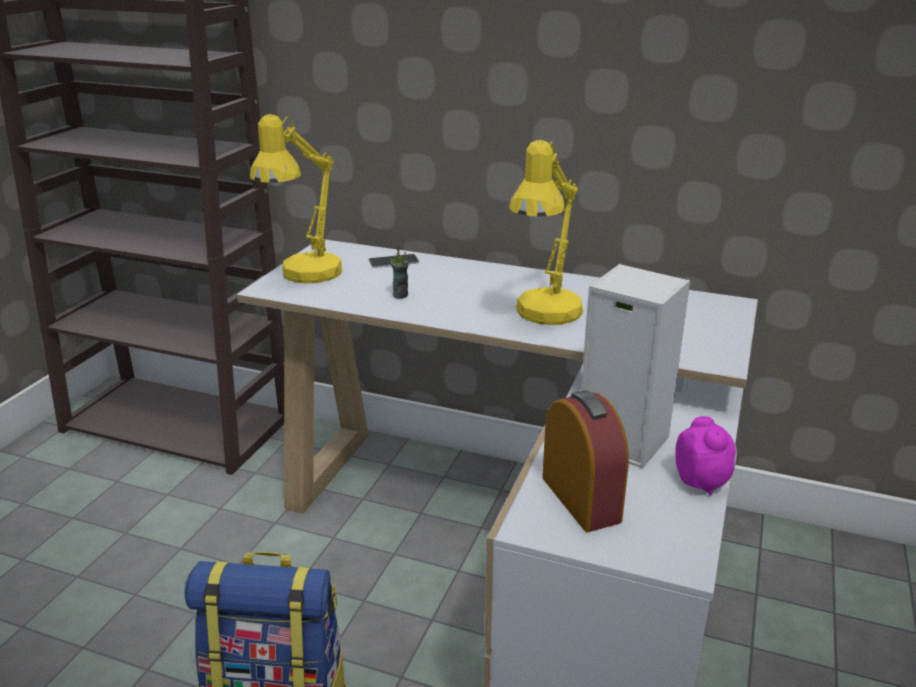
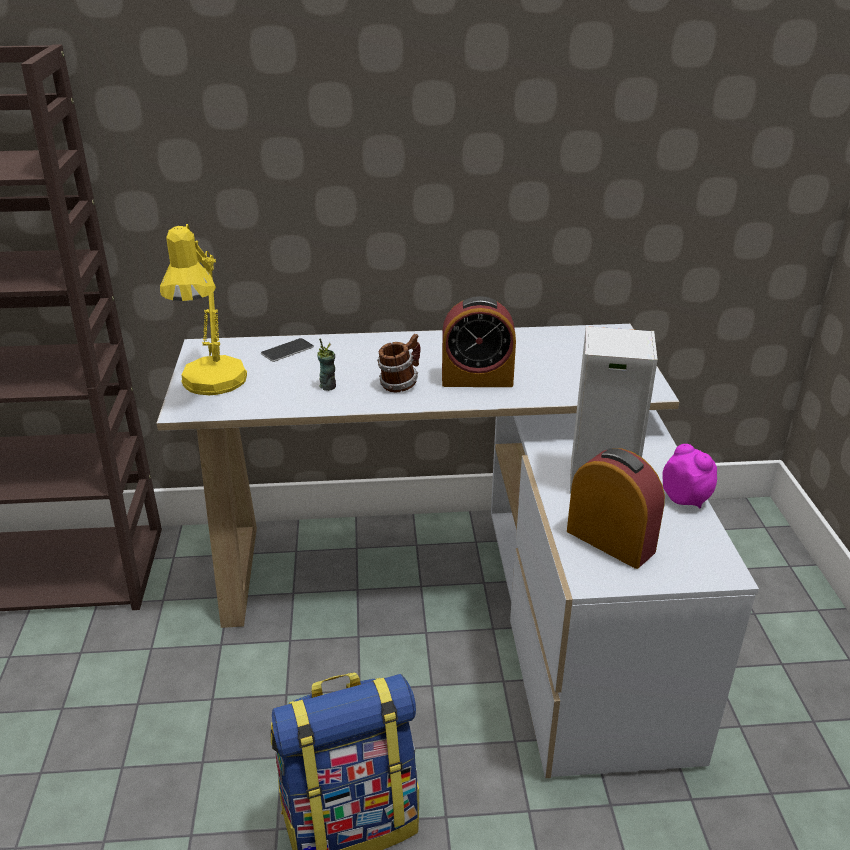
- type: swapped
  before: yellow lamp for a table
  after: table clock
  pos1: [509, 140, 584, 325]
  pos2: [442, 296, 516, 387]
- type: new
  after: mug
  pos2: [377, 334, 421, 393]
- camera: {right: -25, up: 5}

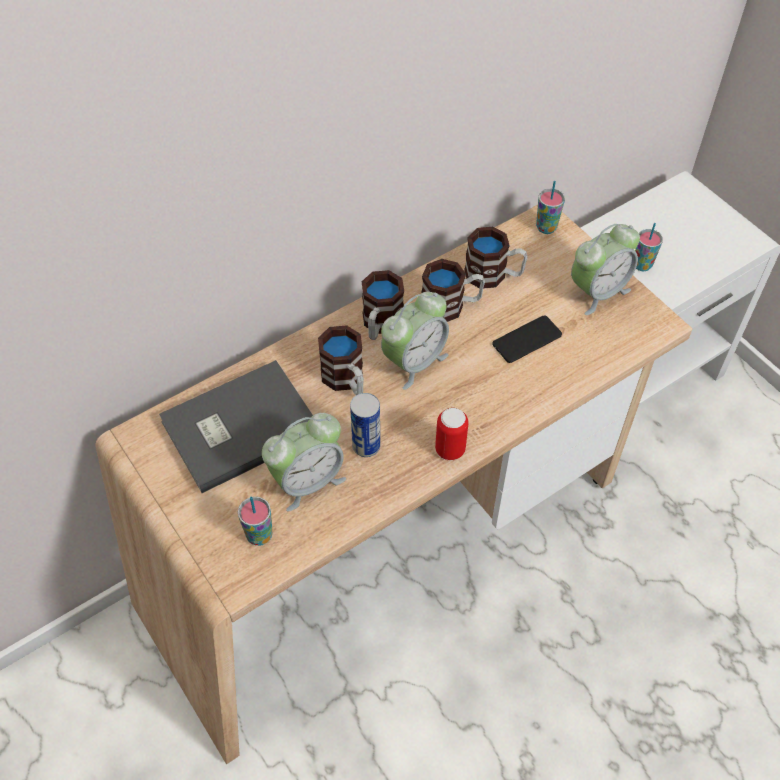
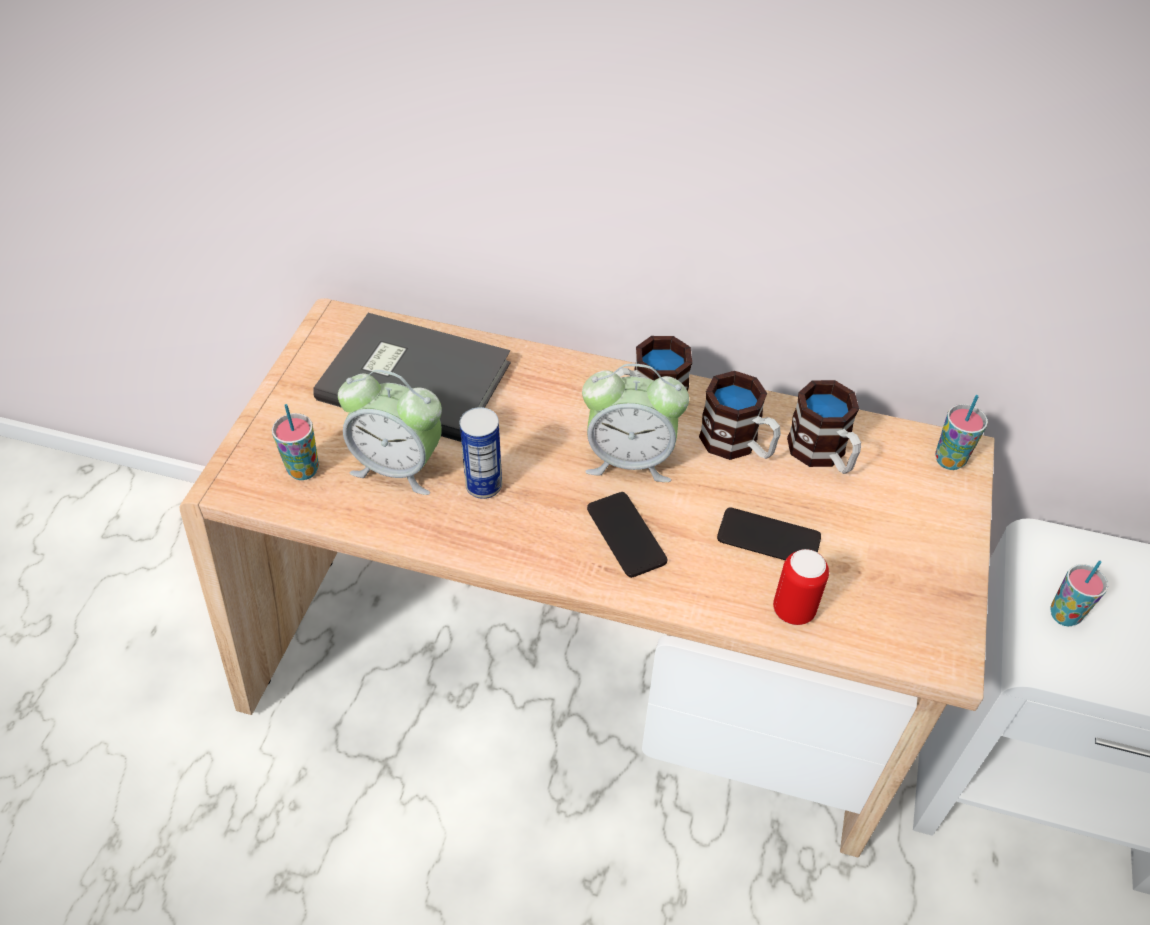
- type: gone
  before: mug
  pos1: [318, 325, 364, 395]
- type: shifted
  before: sealed can
  pos1: [435, 408, 469, 460]
  pos2: [773, 549, 829, 625]
- type: gone
  before: table clock
  pos1: [571, 224, 640, 315]
- type: new
  after: telephone
  pos2: [587, 492, 667, 578]
- camera: {right: 50, up: -5}

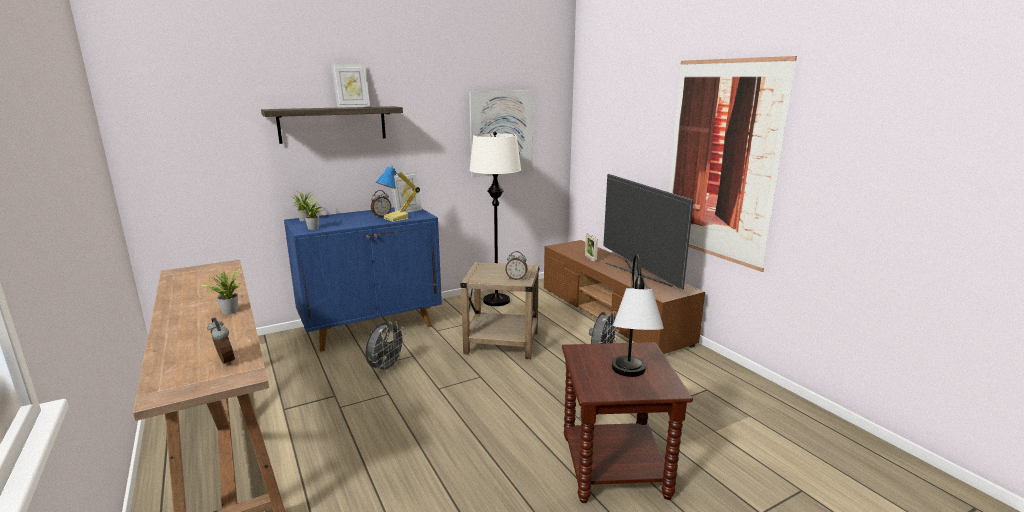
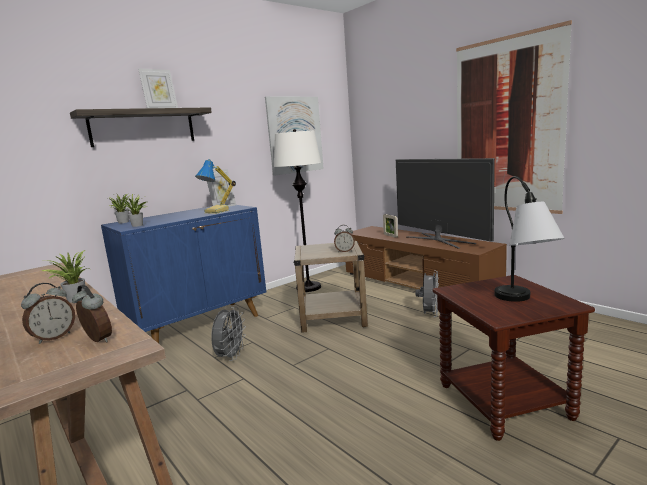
- type: shifted
  before: table clock
  pos1: [371, 190, 391, 218]
  pos2: [21, 283, 75, 344]
- camera: {right: -10, up: -5}

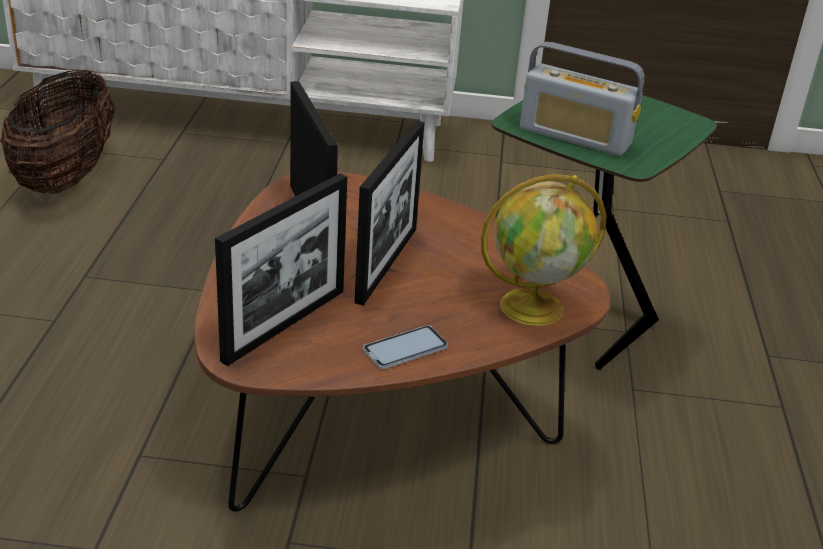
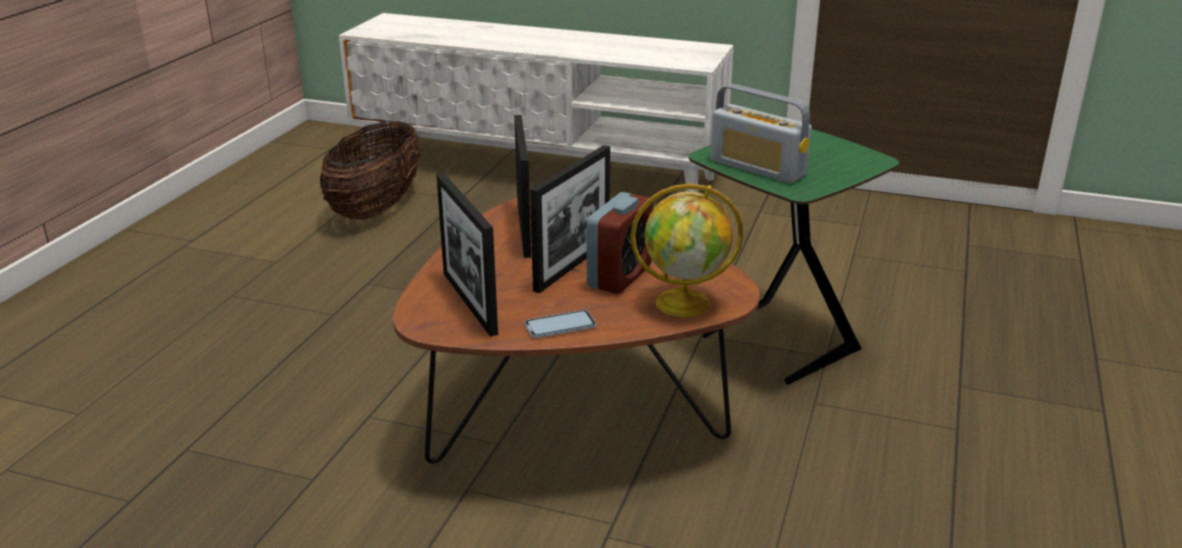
- type: rotated
  before: standing frame
  pos1: [215, 174, 347, 366]
  pos2: [436, 173, 498, 337]
  turn: 105
- type: new
  after: table clock
  pos2: [587, 192, 653, 294]
- camera: {right: 15, up: -5}

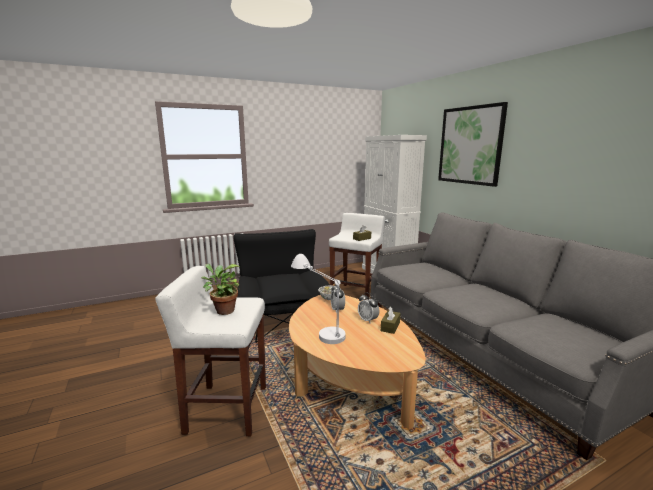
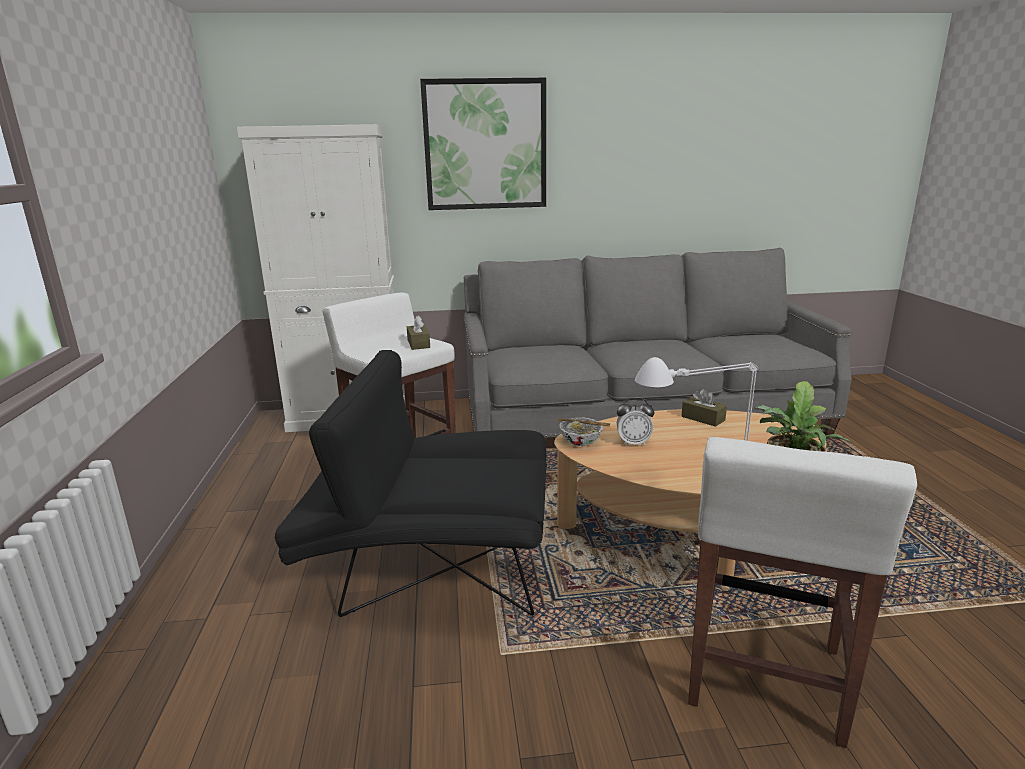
- type: gone
  before: table clock
  pos1: [358, 293, 379, 323]
- camera: {right: -70, up: 5}

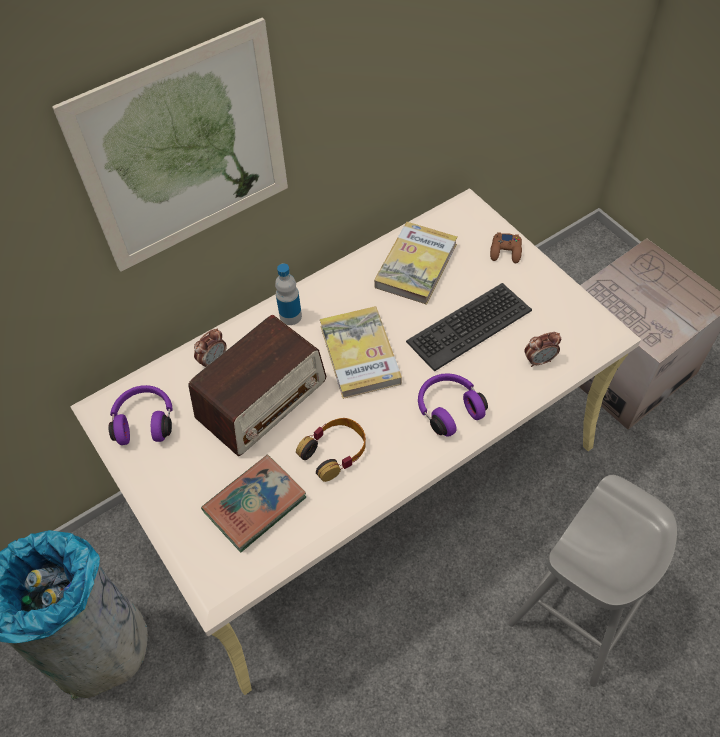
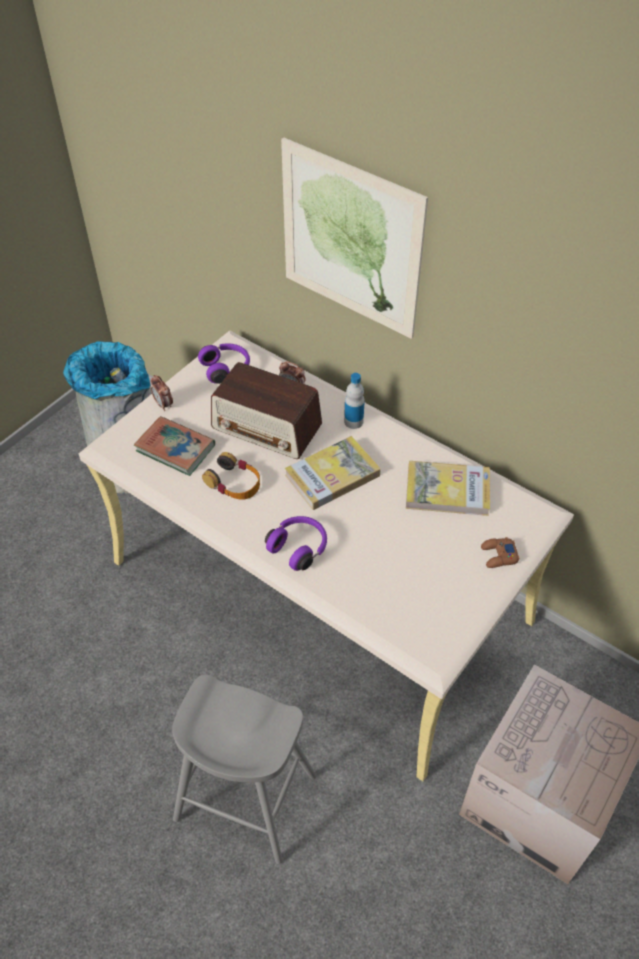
- type: gone
  before: computer keyboard
  pos1: [406, 283, 532, 372]
- type: shifted
  before: table clock
  pos1: [524, 332, 561, 367]
  pos2: [151, 375, 173, 411]
- camera: {right: 70, up: -5}

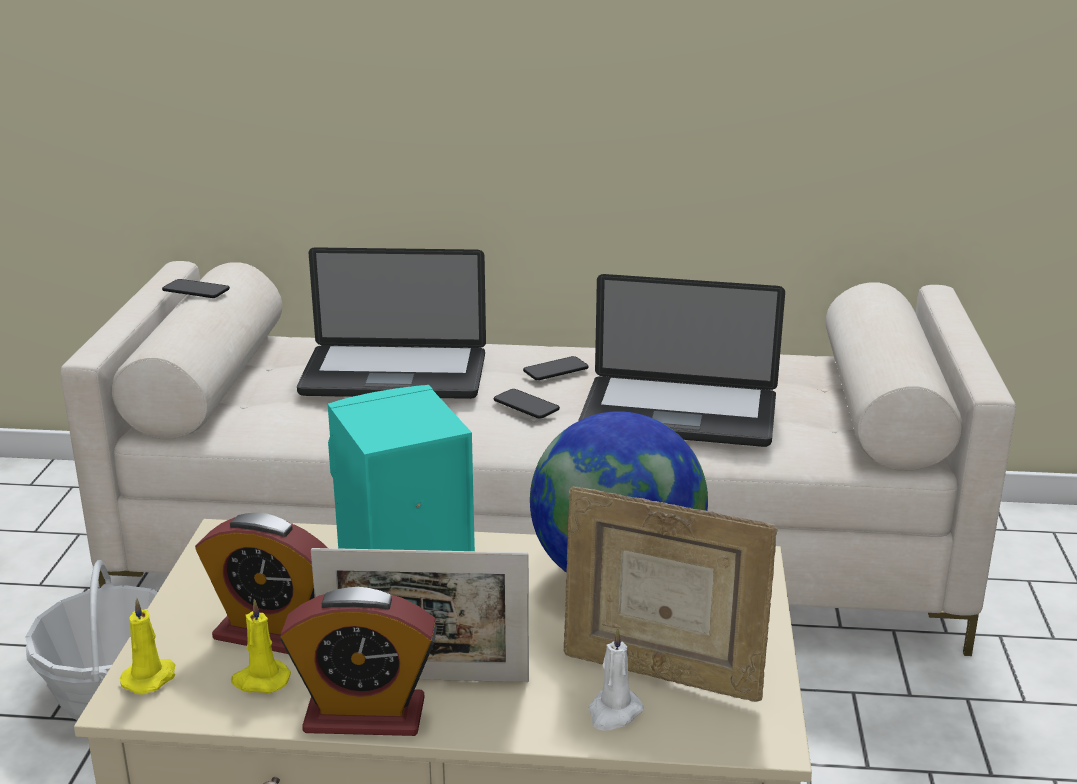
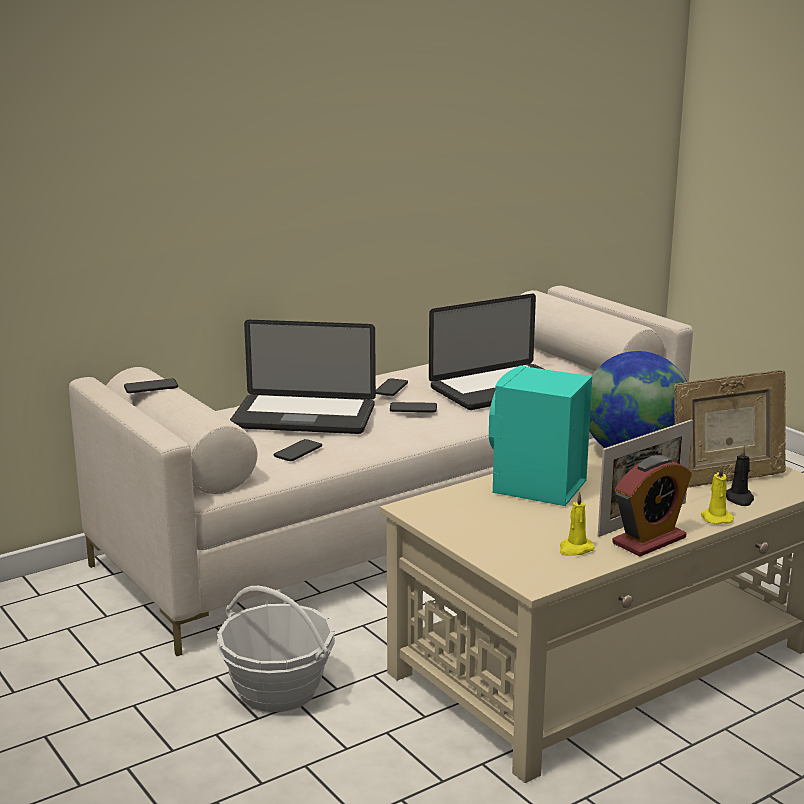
- type: shifted
  before: yellow candle
  pos1: [120, 598, 176, 694]
  pos2: [701, 464, 734, 524]
- type: gone
  before: table clock
  pos1: [195, 513, 328, 654]
- type: rotated
  before: notebook computer
  pos1: [297, 247, 486, 399]
  pos2: [230, 320, 376, 434]
  turn: 45
- type: repainted
  before: white candle
  after: black-coloured candle
  pos1: [588, 628, 644, 731]
  pos2: [726, 446, 754, 506]
- type: new
  after: telephone
  pos2: [274, 439, 322, 461]
- camera: {right: -40, up: -5}

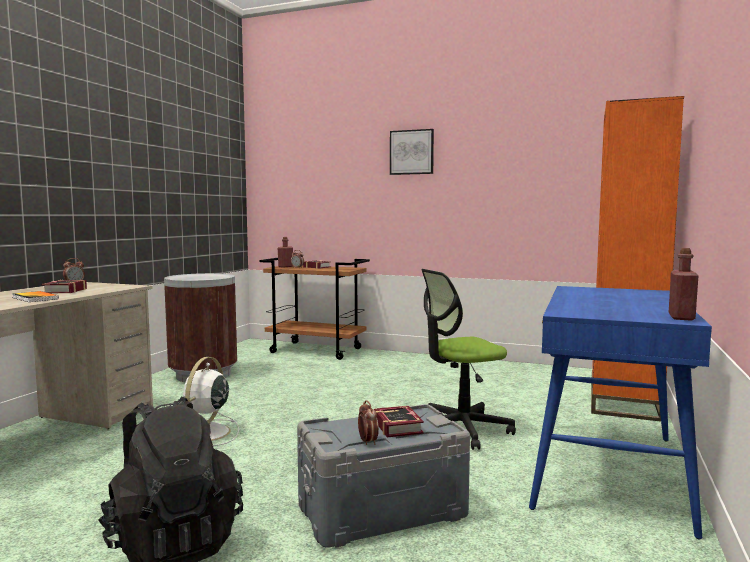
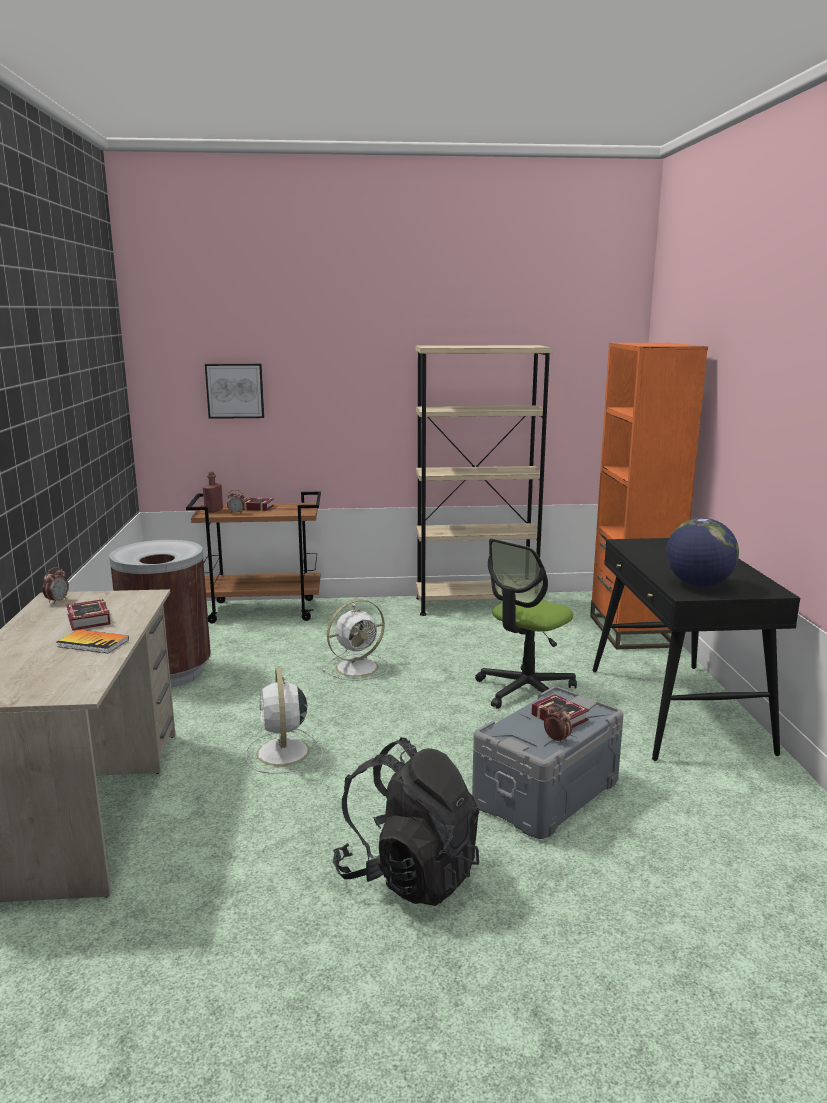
- type: shifted
  before: wall art
  pos1: [390, 129, 434, 175]
  pos2: [205, 364, 264, 419]
- type: repainted
  before: bluish desk unit
  after: black-coloured desk unit
  pos1: [529, 286, 712, 539]
  pos2: [592, 538, 800, 761]
- type: gone
  before: reddish bottle
  pos1: [669, 248, 698, 321]
- type: new
  after: white fan
  pos2: [322, 600, 389, 681]
- type: new
  after: beige bookshelf
  pos2: [416, 345, 553, 616]
- type: new
  after: world globe
  pos2: [666, 518, 739, 587]
- camera: {right: -25, up: 10}

